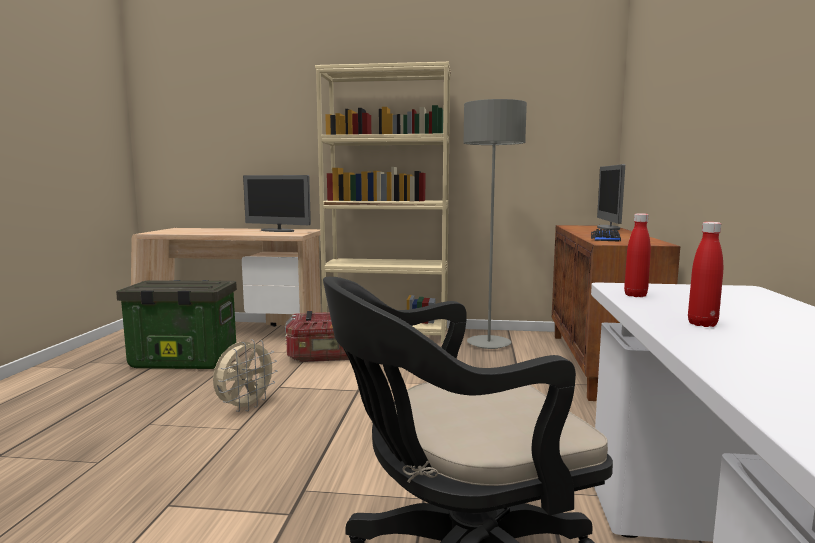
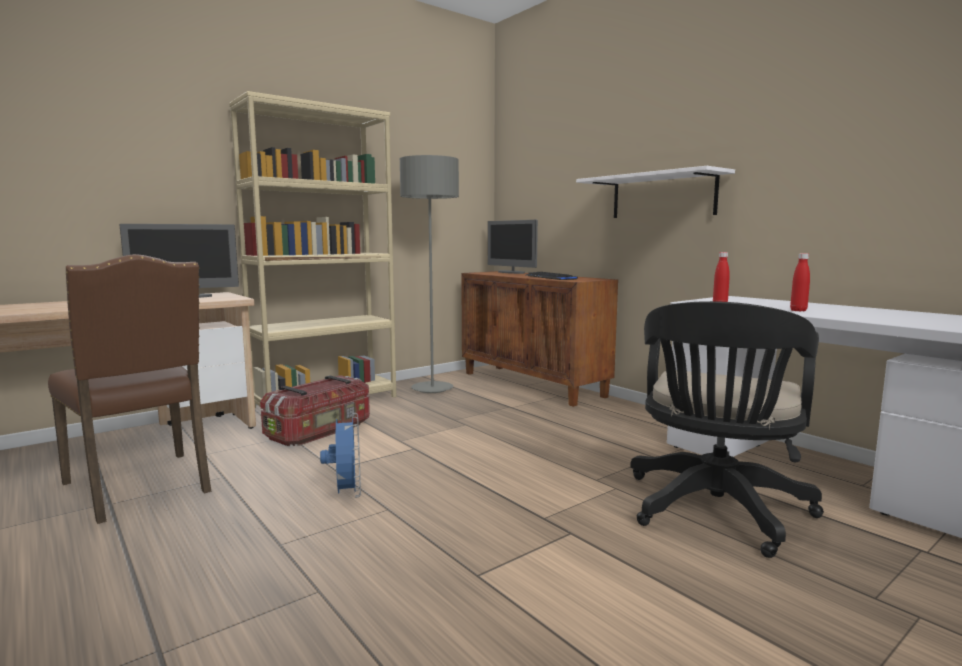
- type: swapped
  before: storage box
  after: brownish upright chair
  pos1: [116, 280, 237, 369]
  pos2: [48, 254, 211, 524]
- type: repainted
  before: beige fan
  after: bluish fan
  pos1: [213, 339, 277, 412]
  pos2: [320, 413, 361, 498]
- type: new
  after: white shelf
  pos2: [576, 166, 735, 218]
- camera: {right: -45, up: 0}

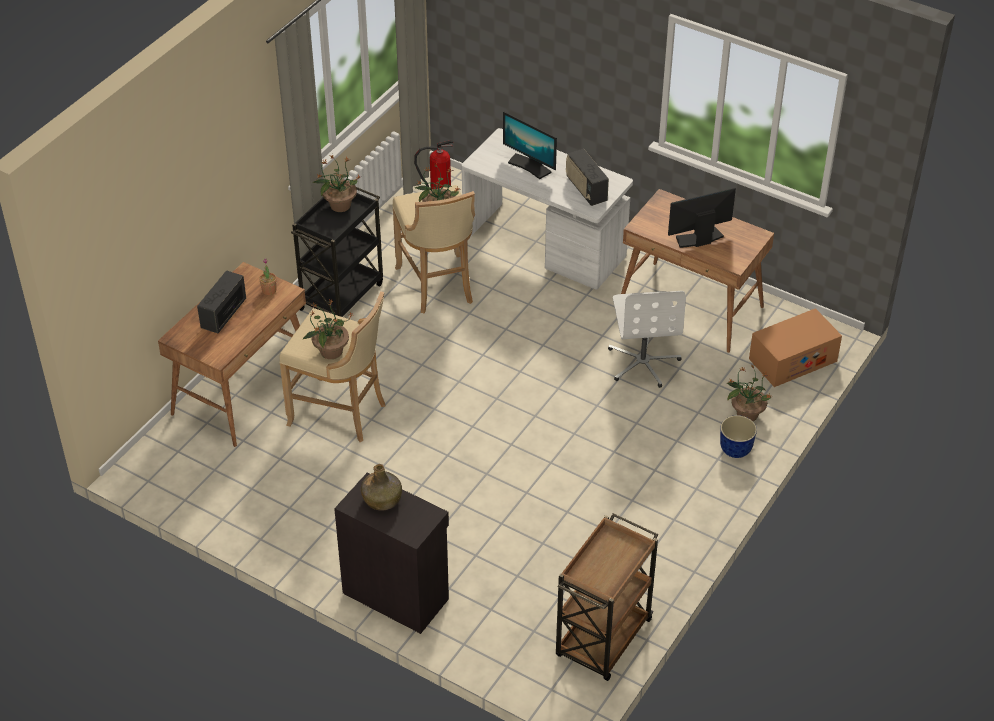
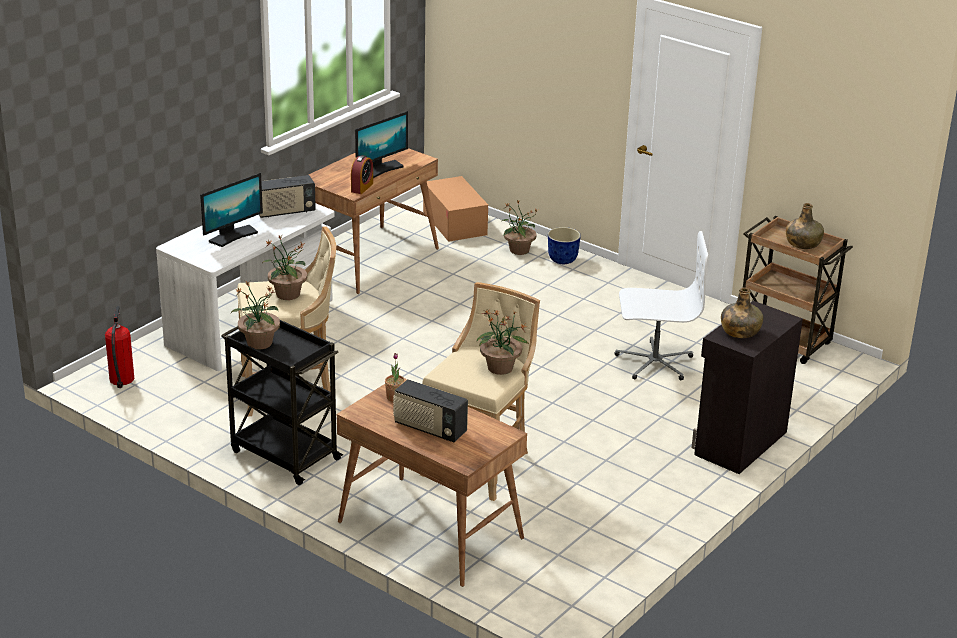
- type: shifted
  before: white computer chair
  pos1: [608, 291, 686, 388]
  pos2: [615, 231, 708, 380]
- type: rotated
  before: computer screen
  pos1: [668, 187, 736, 248]
  pos2: [355, 111, 408, 178]
  turn: -120
- type: new
  after: table clock
  pos2: [351, 155, 373, 194]
- type: new
  after: green-coloured bottle
  pos2: [786, 203, 824, 249]
- camera: {right: -85, up: -15}

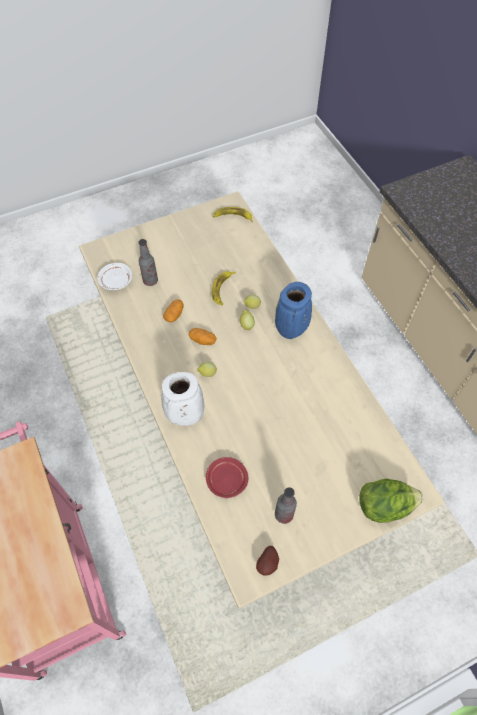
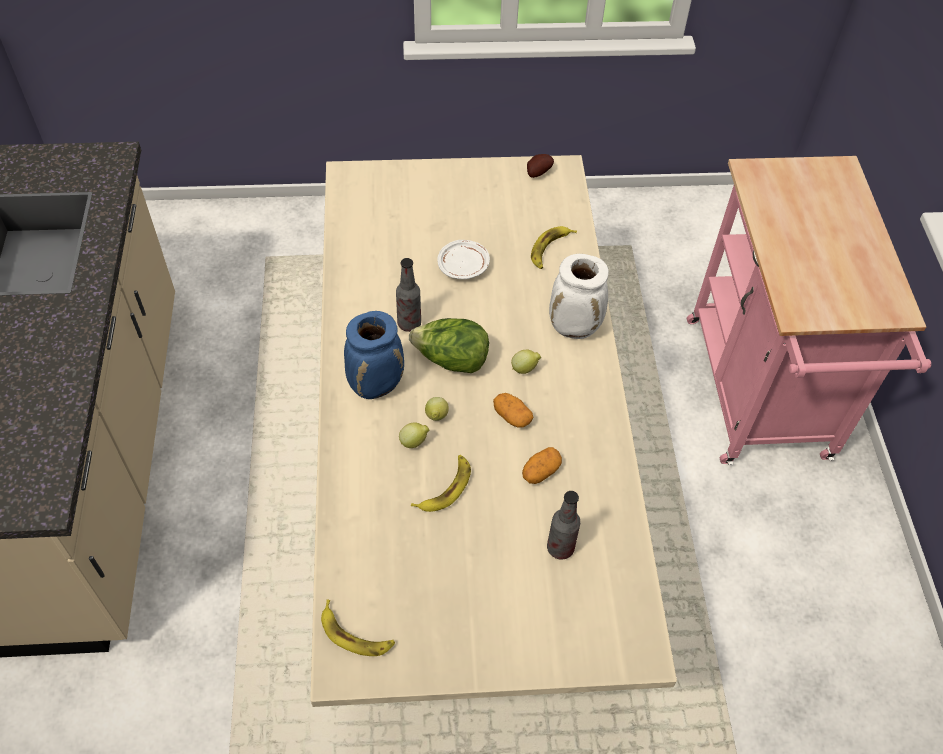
- type: shifted
  before: white plate
  pos1: [97, 263, 132, 290]
  pos2: [437, 240, 490, 279]
- type: swapped
  before: reddish plate
  after: banana fruit
  pos1: [206, 457, 248, 498]
  pos2: [531, 226, 577, 269]
- type: shifted
  before: bottle
  pos1: [275, 487, 297, 524]
  pos2: [396, 258, 421, 332]
- type: shifted
  before: lettuce
  pos1: [359, 478, 423, 523]
  pos2: [409, 318, 489, 373]
- camera: {right: -160, up: -5}

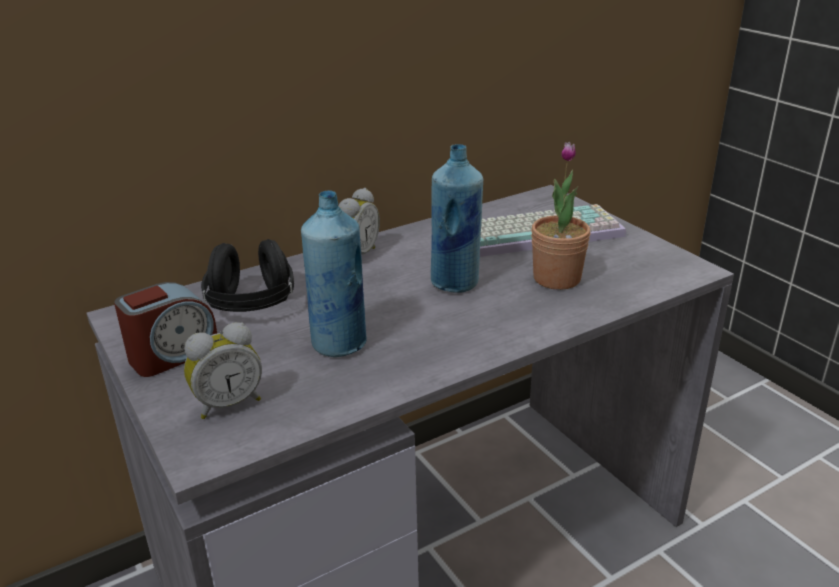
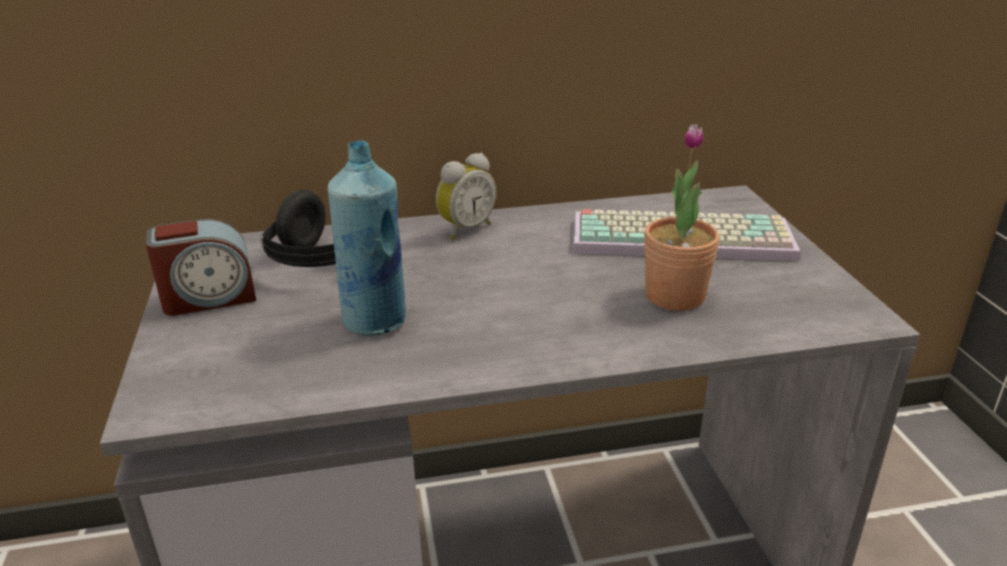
- type: gone
  before: table clock
  pos1: [184, 322, 262, 419]
- type: gone
  before: bluish bottle
  pos1: [431, 144, 483, 293]
- camera: {right: 20, up: 0}

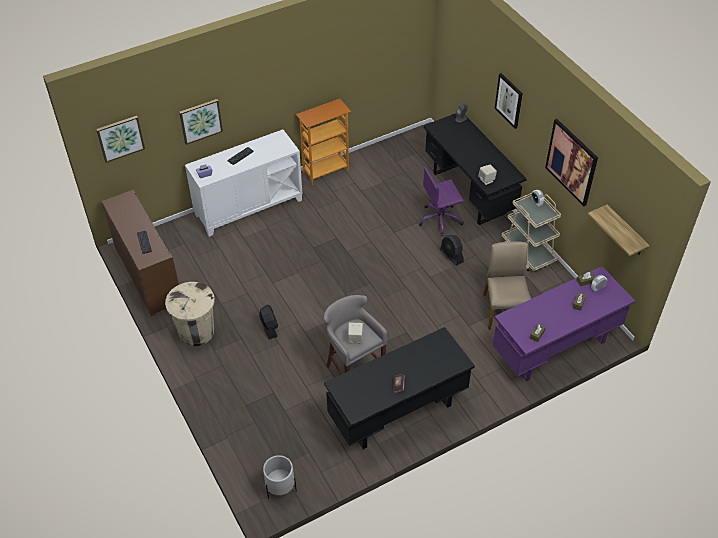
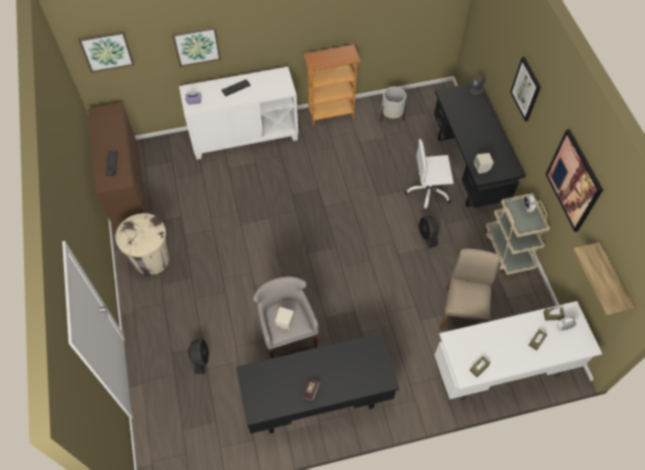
- type: shifted
  before: black-coloured fan
  pos1: [259, 305, 278, 339]
  pos2: [188, 338, 209, 374]
- type: shifted
  before: white planter
  pos1: [263, 455, 297, 499]
  pos2: [381, 87, 406, 121]
- type: repainted
  before: purple computer chair
  after: white computer chair
  pos1: [418, 167, 464, 236]
  pos2: [405, 139, 454, 211]
- type: repainted
  before: purple desk unit
  after: white desk unit
  pos1: [493, 266, 635, 381]
  pos2: [434, 301, 602, 400]
- camera: {right: 15, up: 10}

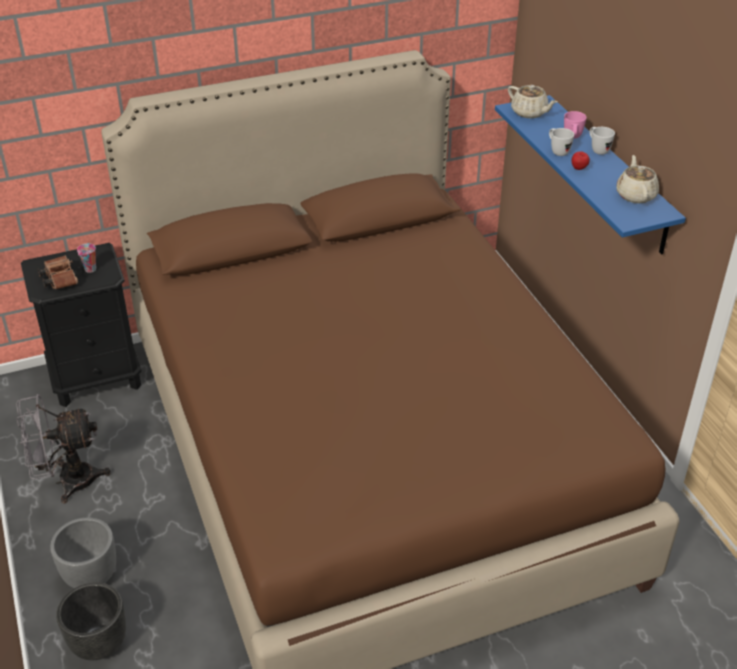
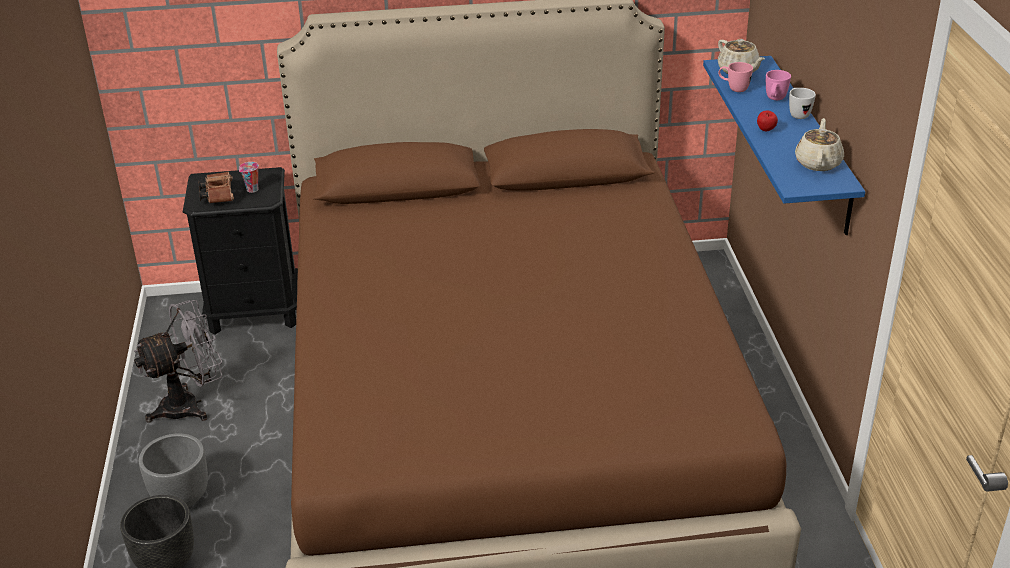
- type: rotated
  before: greyish fan
  pos1: [16, 394, 111, 504]
  pos2: [134, 300, 222, 423]
  turn: 150
- type: gone
  before: white mug
  pos1: [549, 128, 574, 156]
- type: new
  after: pink-coloured mug
  pos2: [718, 62, 753, 92]
- camera: {right: 15, up: -5}

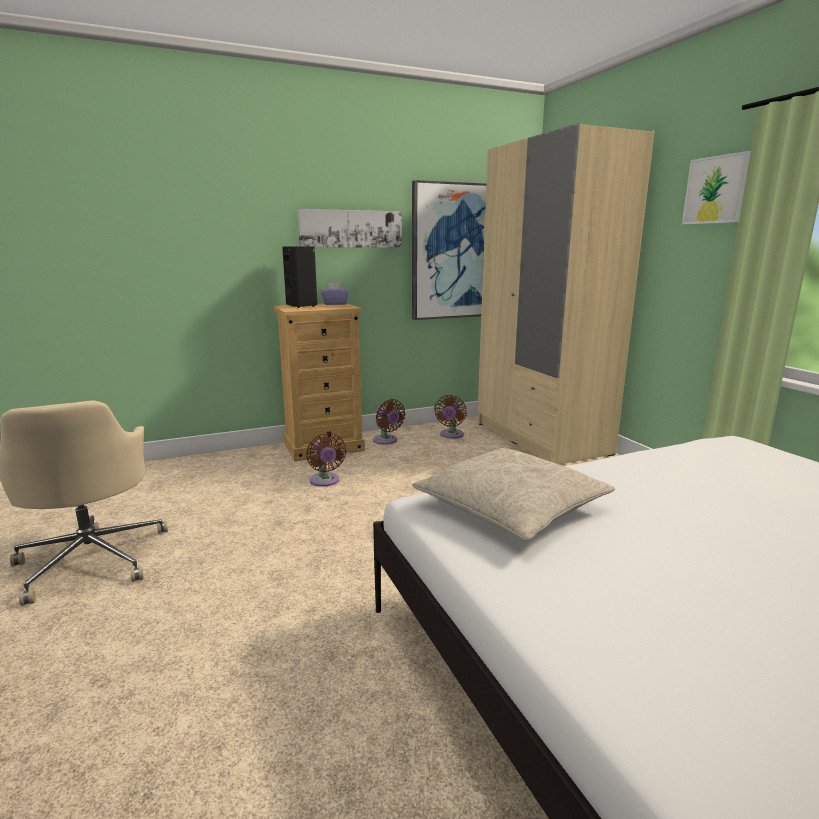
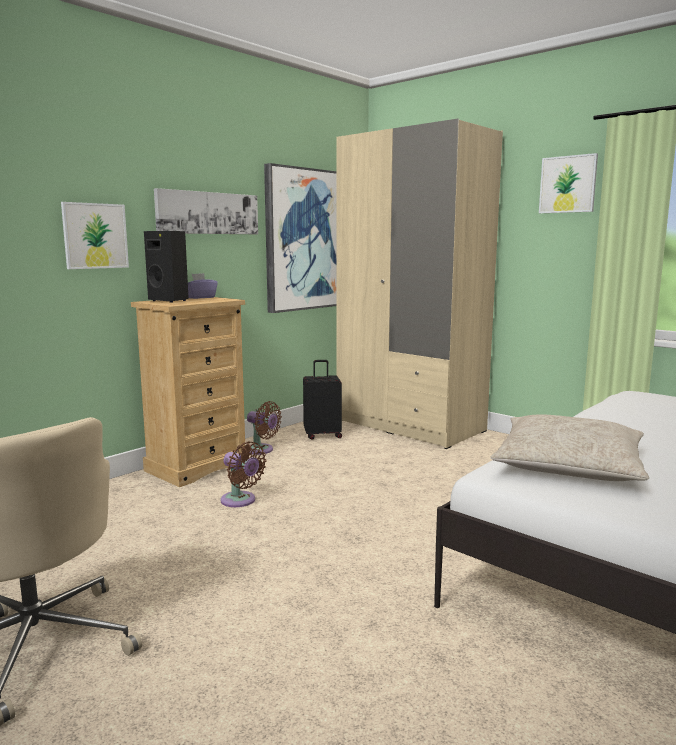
- type: swapped
  before: brownish fan
  after: black-coloured suitcase
  pos1: [434, 395, 467, 439]
  pos2: [303, 360, 342, 439]
- type: new
  after: wall art
  pos2: [61, 202, 129, 269]
- camera: {right: -25, up: -5}

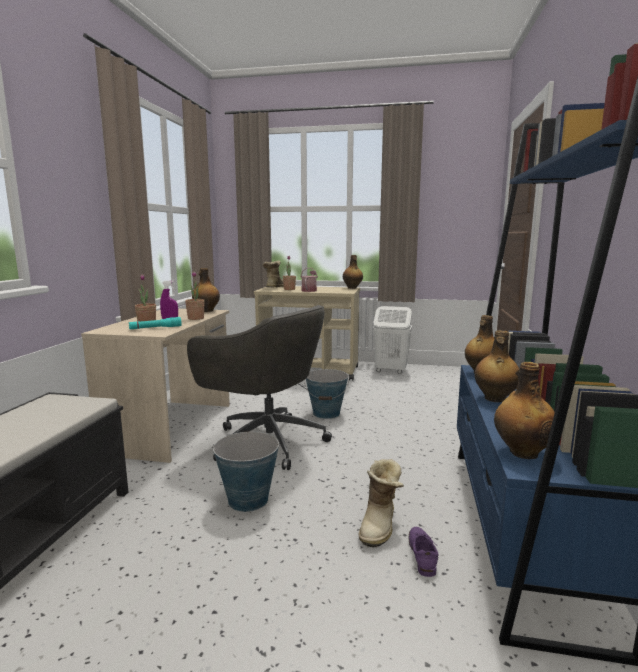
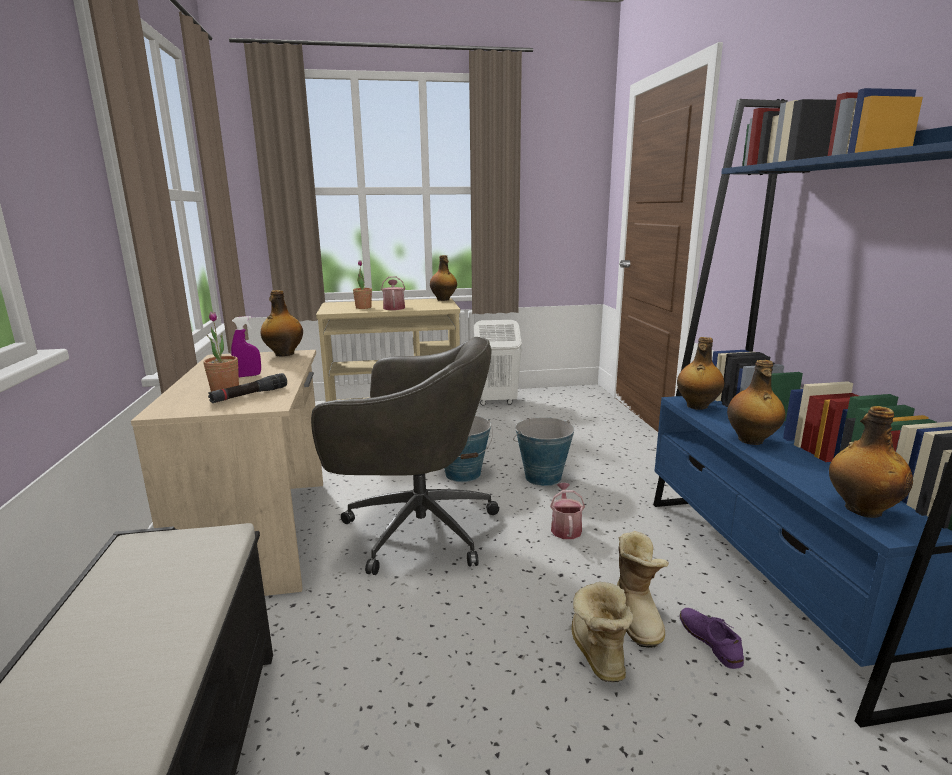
- type: repainted
  before: blue-green hand torch
  after: black-coloured hand torch
  pos1: [129, 317, 182, 329]
  pos2: [208, 373, 287, 403]
- type: gone
  before: plant in a pot
  pos1: [185, 271, 205, 320]
- type: shifted
  before: bucket
  pos1: [212, 432, 280, 512]
  pos2: [513, 417, 575, 486]
- type: shifted
  before: high-top boot
  pos1: [262, 261, 284, 288]
  pos2: [571, 582, 633, 682]
- type: new
  after: sprinkling can
  pos2: [550, 483, 585, 539]
- camera: {right: -20, up: 5}

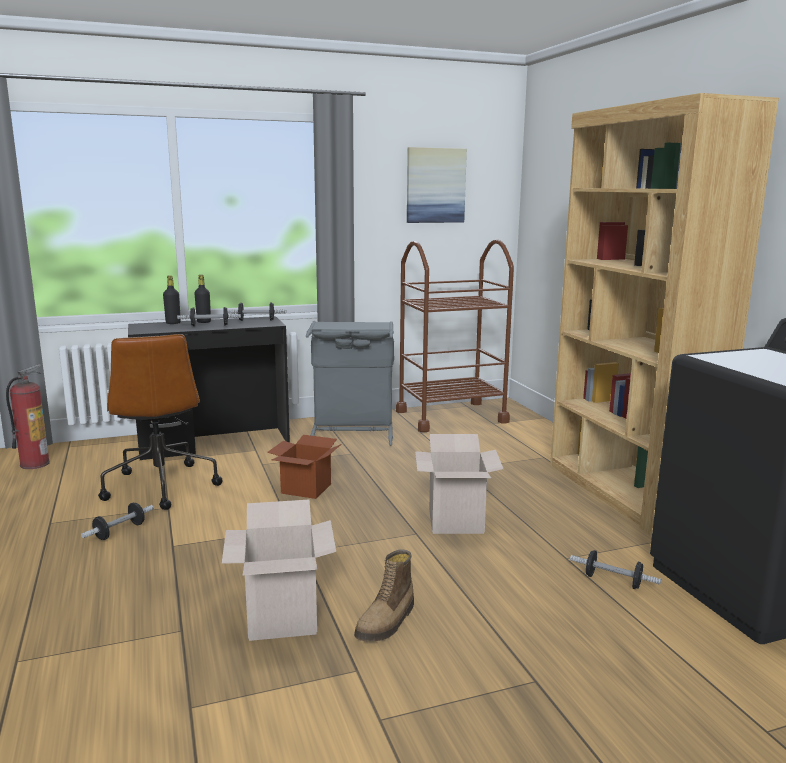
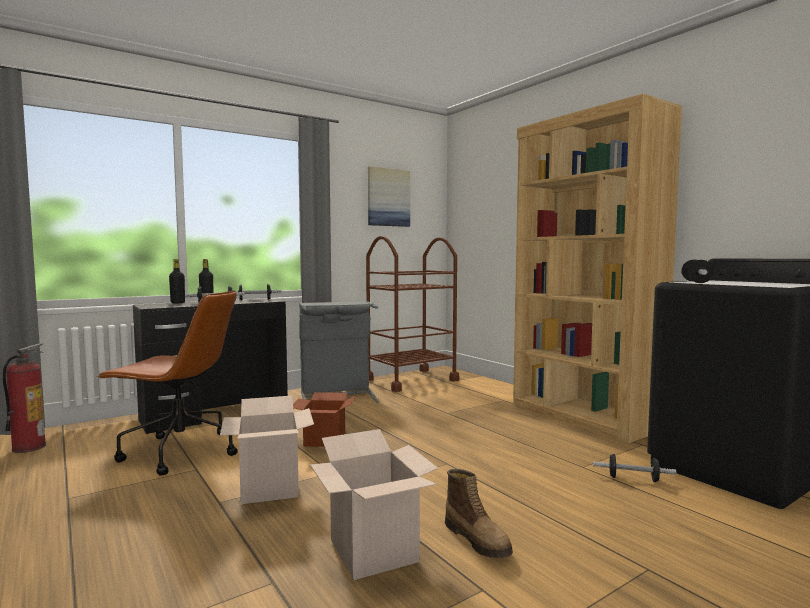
- type: shifted
  before: free weight
  pos1: [81, 503, 154, 540]
  pos2: [681, 259, 714, 283]
- type: rotated
  before: brownish computer chair
  pos1: [98, 334, 223, 510]
  pos2: [97, 290, 238, 476]
  turn: -45
- type: rotated
  before: high-top boot
  pos1: [354, 549, 414, 642]
  pos2: [445, 469, 513, 558]
  turn: -45
- type: shifted
  before: cardboard box
  pos1: [415, 434, 504, 534]
  pos2: [220, 396, 314, 504]
- camera: {right: -15, up: -10}

